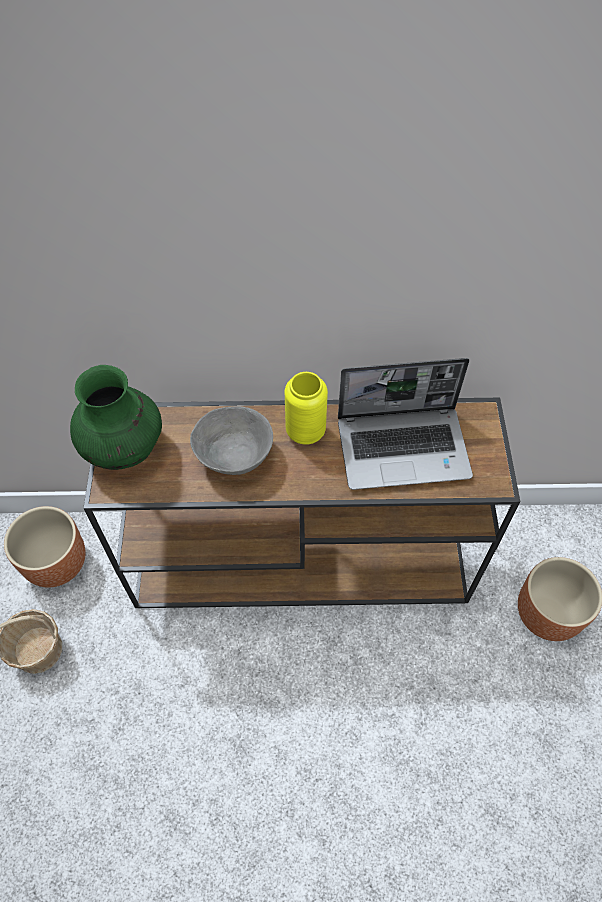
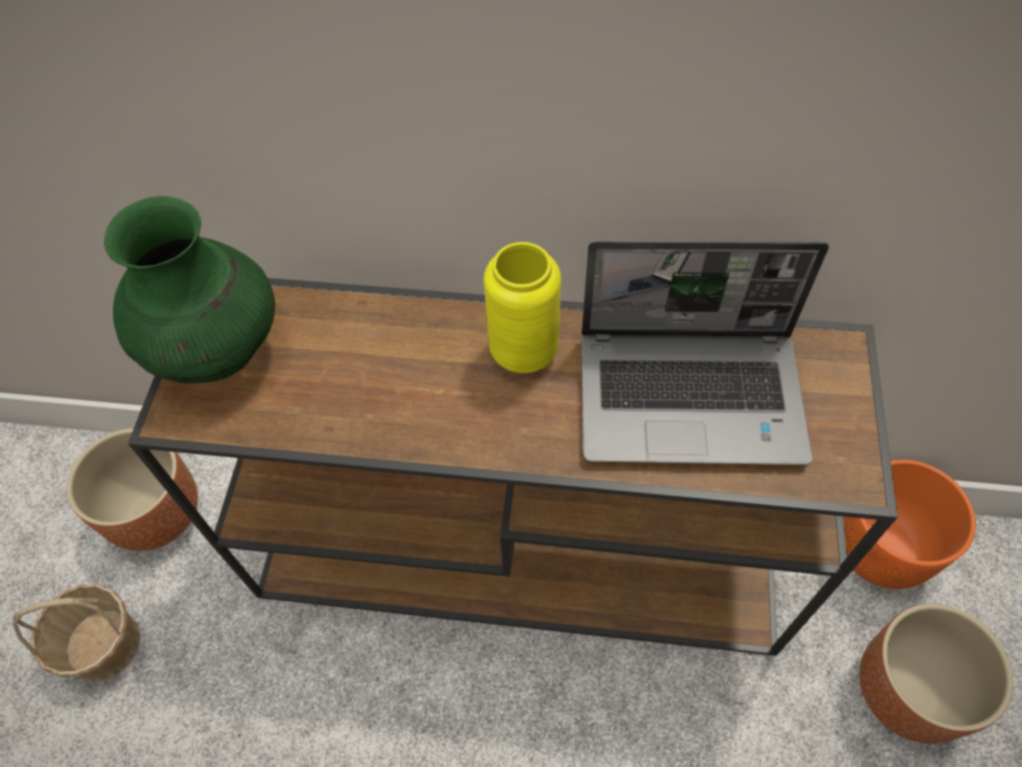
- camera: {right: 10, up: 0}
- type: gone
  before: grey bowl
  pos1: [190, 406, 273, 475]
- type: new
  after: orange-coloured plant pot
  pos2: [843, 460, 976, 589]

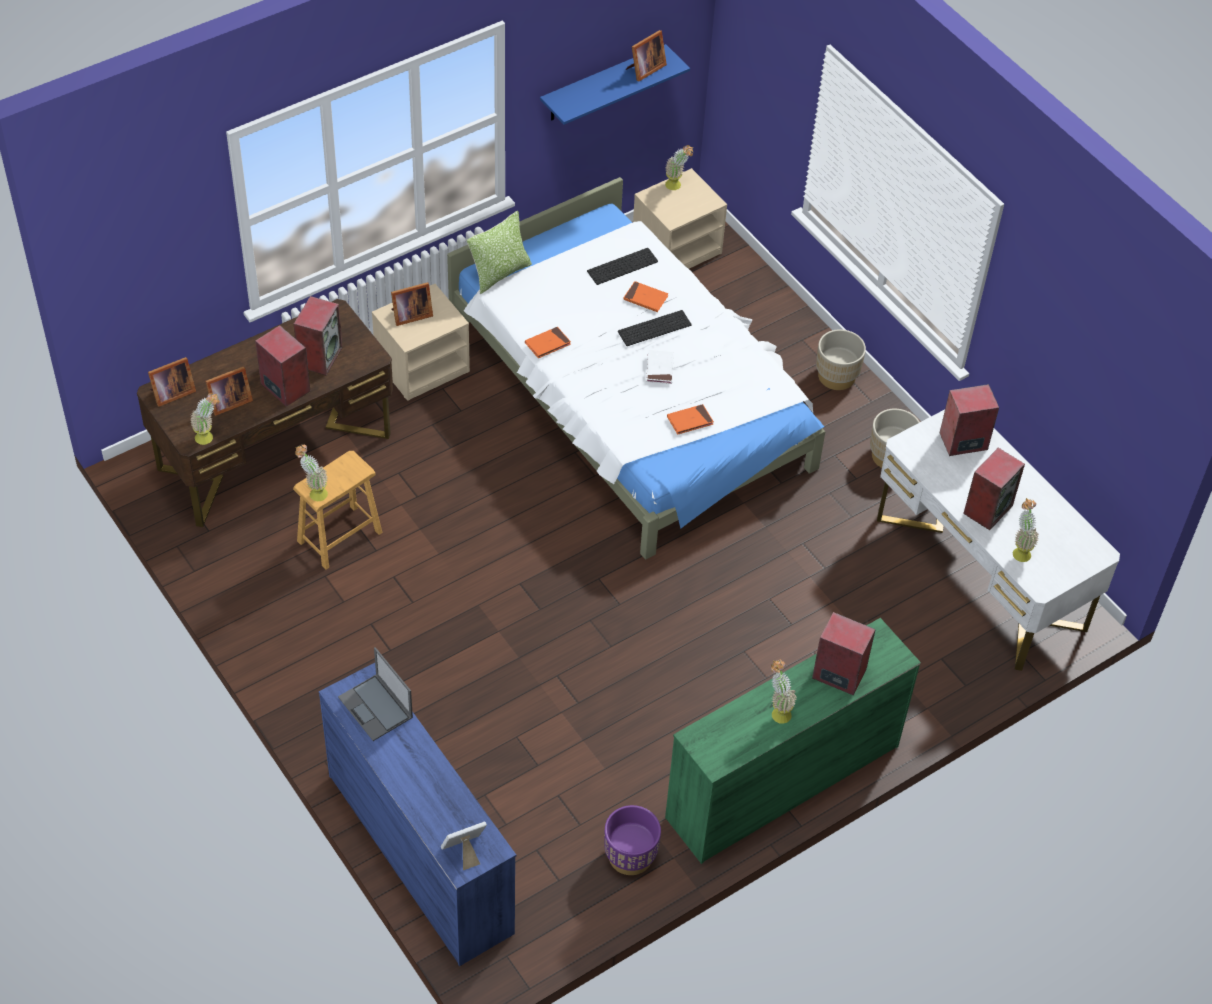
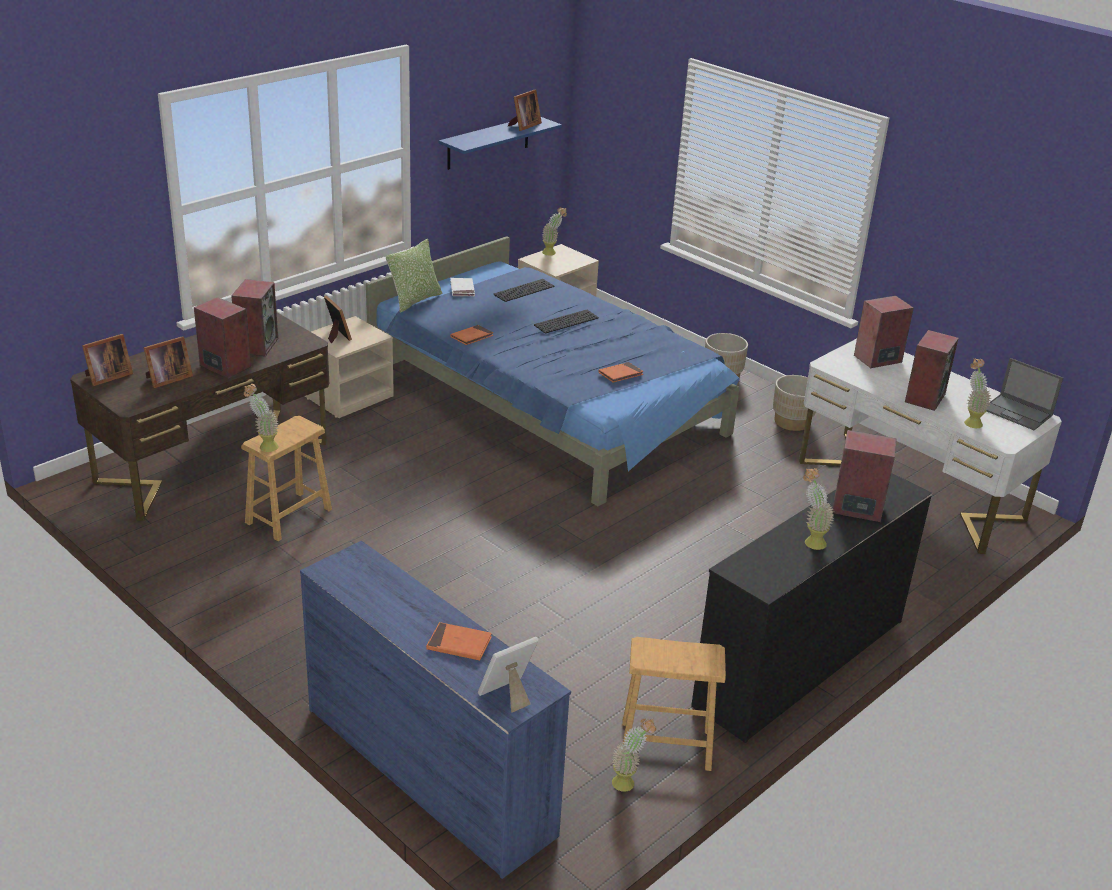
- camera: {right: -10, up: -20}
- type: shifted
  before: houseplant
  pos1: [190, 393, 220, 445]
  pos2: [612, 719, 656, 792]
- type: shifted
  before: laptop
  pos1: [338, 647, 413, 741]
  pos2: [987, 358, 1063, 430]
- type: rotated
  before: photo frame
  pos1: [391, 282, 433, 326]
  pos2: [324, 296, 352, 343]
  turn: -90
- type: repainted
  before: white sleeping bed
  after: bluish sleeping bed
  pos1: [447, 177, 826, 559]
  pos2: [366, 236, 740, 506]
- type: swapped
  before: purple plant pot
  after: brownish sitting stool
  pos1: [604, 805, 661, 875]
  pos2: [622, 637, 726, 771]
- type: shifted
  before: orange-coloured bound book
  pos1: [623, 281, 668, 312]
  pos2: [426, 622, 492, 660]
- type: shifted
  before: white bound book
  pos1: [646, 350, 674, 384]
  pos2: [450, 278, 475, 296]
- type: repainted
  before: green-coloured dresser
  after: blackish dresser
  pos1: [665, 618, 921, 864]
  pos2: [691, 473, 932, 743]

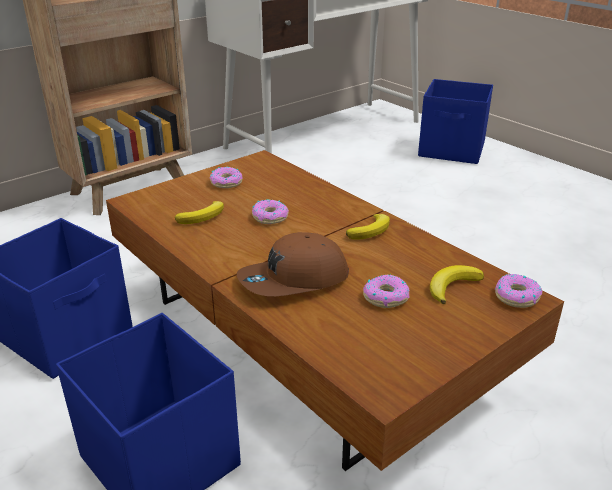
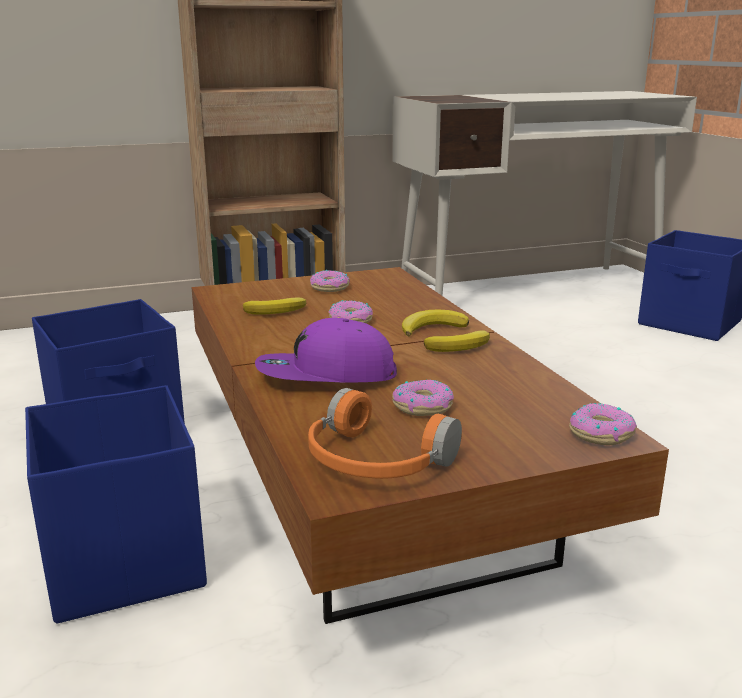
- camera: {right: 20, up: -10}
- type: repainted
  before: brownish peaked cap
  after: purple peaked cap
  pos1: [237, 232, 349, 296]
  pos2: [255, 318, 397, 383]
- type: shifted
  before: banana
  pos1: [430, 265, 484, 304]
  pos2: [402, 310, 469, 337]
- type: new
  after: orange-coloured pair of headphones
  pos2: [308, 388, 462, 479]

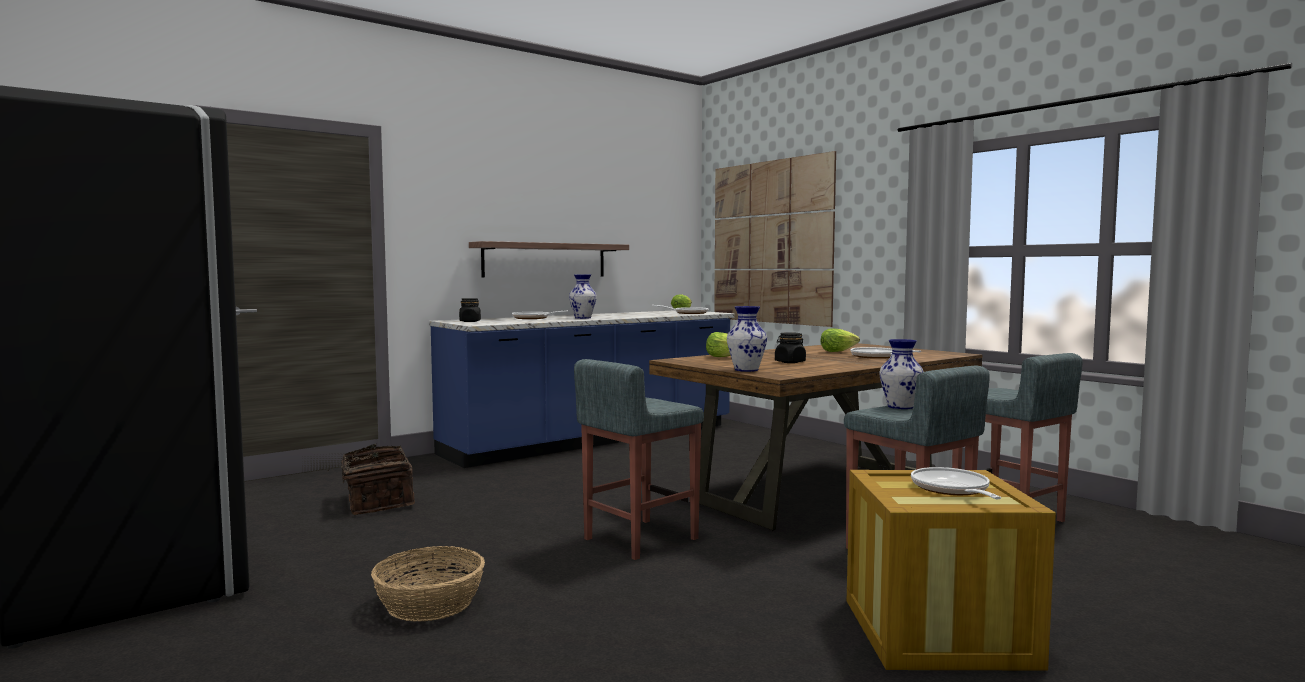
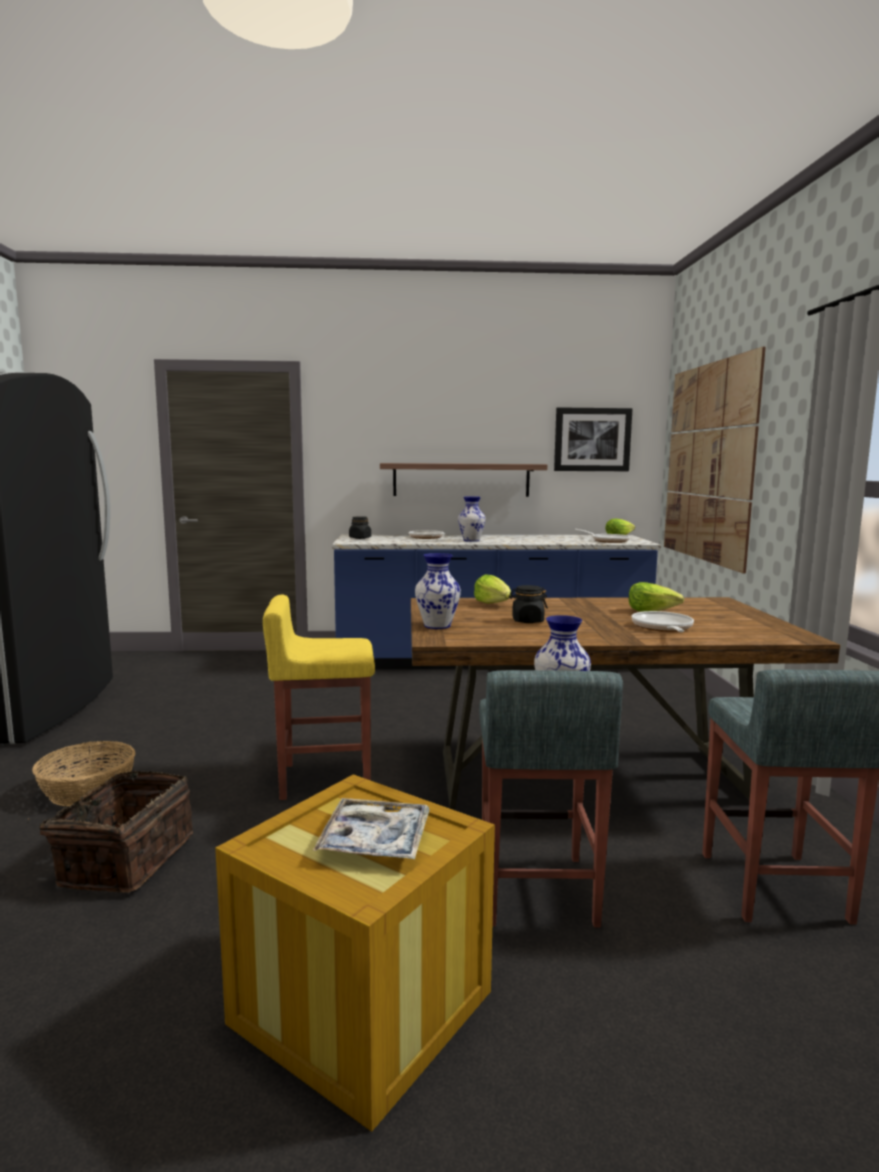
- camera: {right: 35, up: 5}
- type: shifted
  before: basket
  pos1: [327, 444, 415, 515]
  pos2: [27, 771, 193, 893]
- type: repainted
  before: grey sitting stool
  after: yellowish sitting stool
  pos1: [574, 359, 704, 560]
  pos2: [263, 595, 375, 800]
- type: swapped
  before: frying pan
  after: tray
  pos1: [911, 467, 1001, 499]
  pos2: [313, 798, 430, 859]
- type: new
  after: wall art
  pos2: [554, 407, 632, 471]

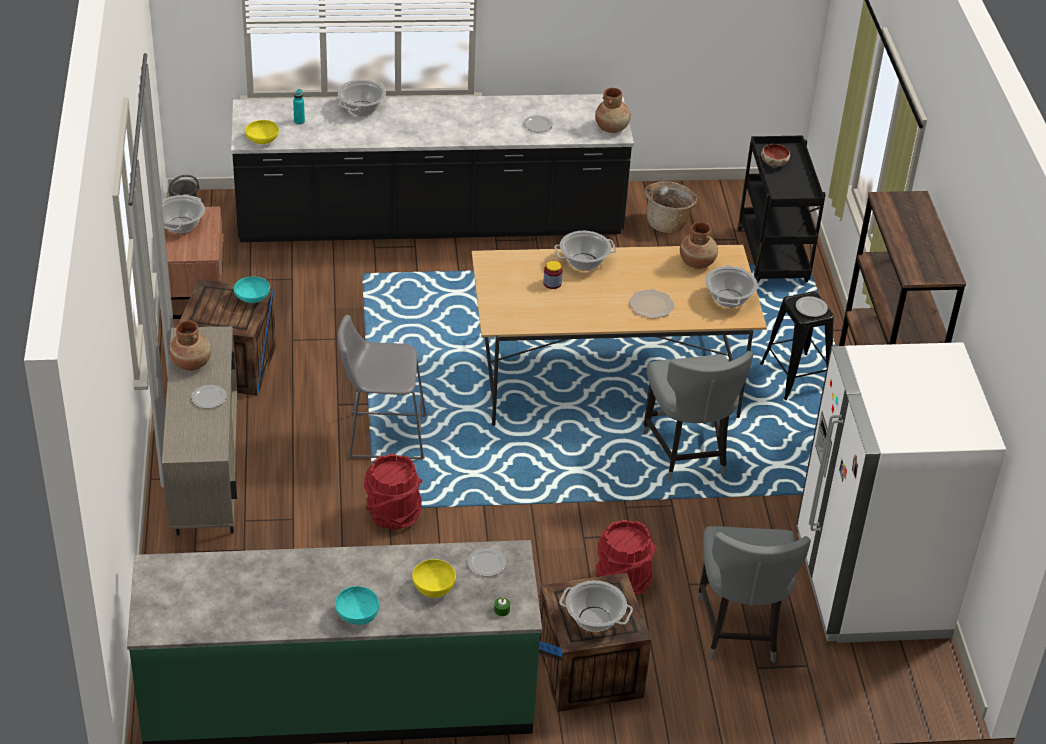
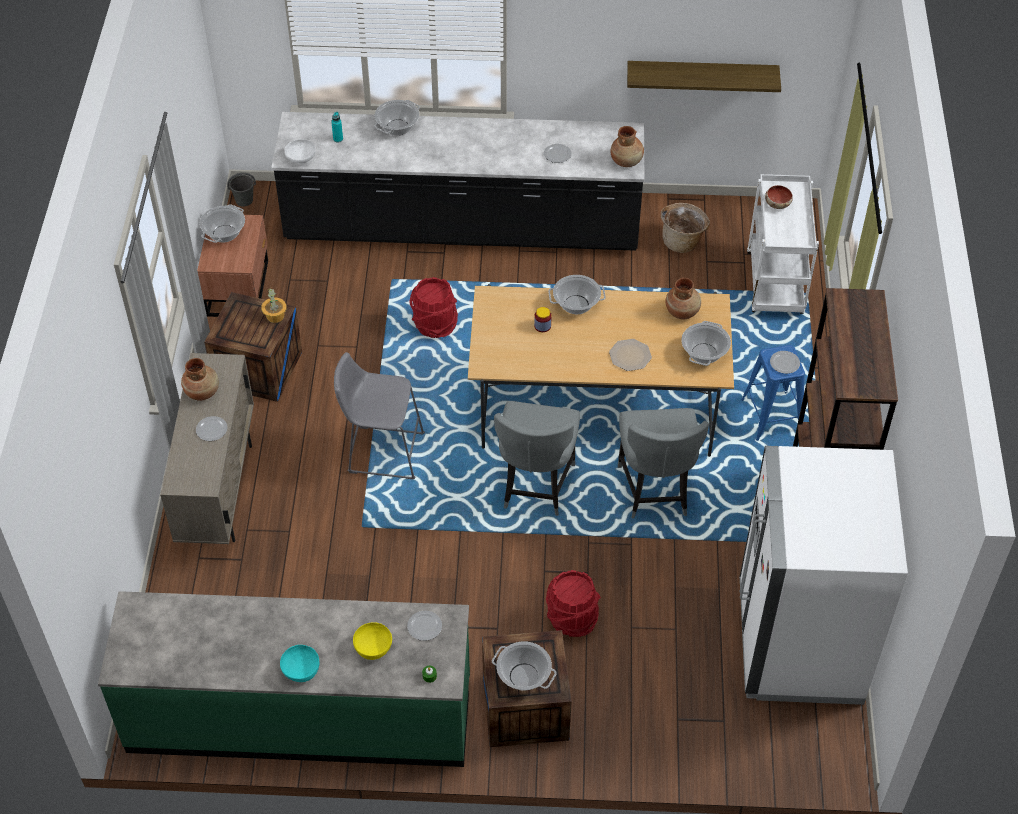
- camera: {right: 10, up: 10}
- type: swapped
  before: turquoise-coloured bowl
  after: houseplant
  pos1: [234, 276, 270, 303]
  pos2: [261, 288, 287, 323]
- type: repainted
  before: yellowish bowl
  after: white bowl
  pos1: [245, 120, 279, 144]
  pos2: [285, 139, 316, 164]
- type: shifted
  before: red-coloured pail
  pos1: [364, 454, 423, 530]
  pos2: [410, 277, 458, 338]
- type: shifted
  before: grey chair
  pos1: [697, 526, 811, 662]
  pos2: [494, 401, 580, 516]
- type: repainted
  before: blackish wheeled cart
  after: white wheeled cart
  pos1: [737, 136, 826, 283]
  pos2: [747, 174, 819, 314]
- type: repainted
  before: blackish sitting stool
  after: bluish sitting stool
  pos1: [760, 291, 834, 400]
  pos2: [741, 345, 805, 441]
- type: new
  after: shelf
  pos2: [627, 61, 781, 92]

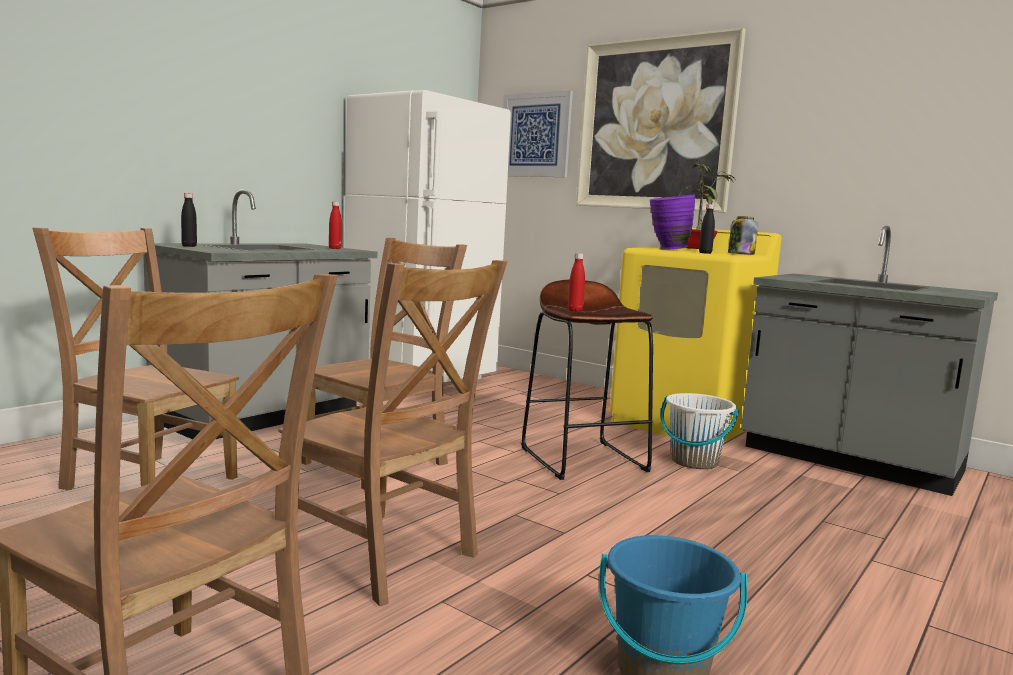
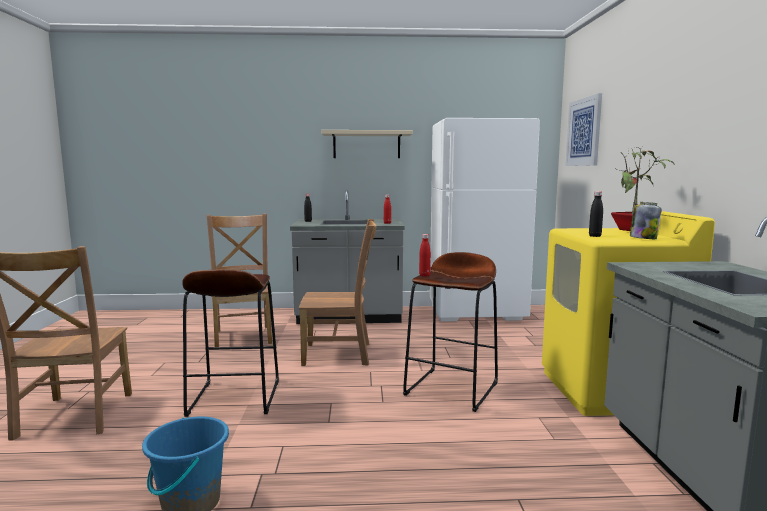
- camera: {right: 50, up: 0}
- type: swapped
  before: brownish chair
  after: brownish sitting stool
  pos1: [279, 260, 508, 606]
  pos2: [182, 269, 279, 417]
- type: gone
  before: wall art
  pos1: [576, 28, 746, 212]
- type: gone
  before: purple decorative vase
  pos1: [650, 194, 695, 250]
- type: gone
  before: white pail
  pos1: [660, 393, 739, 469]
- type: new
  after: beige-coloured shelf
  pos2: [321, 130, 413, 158]

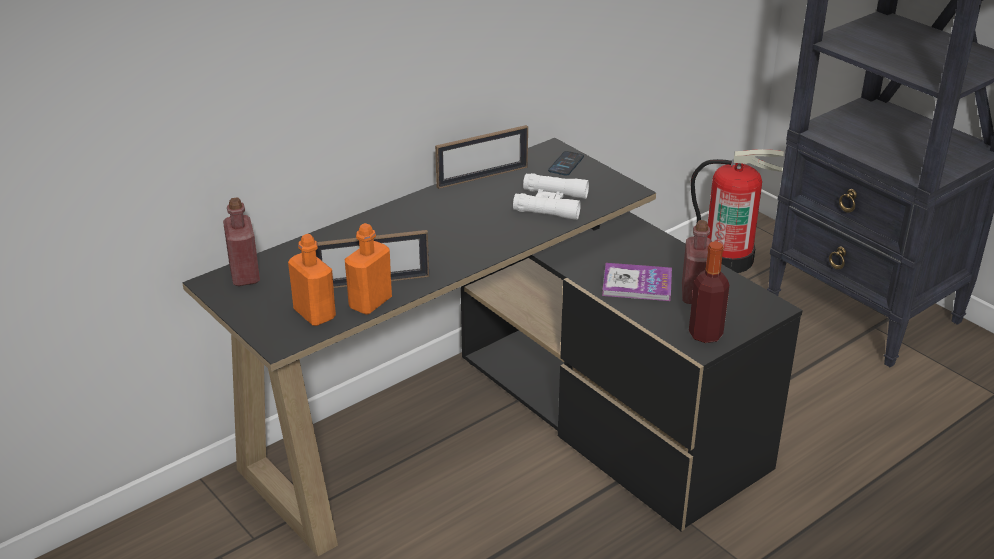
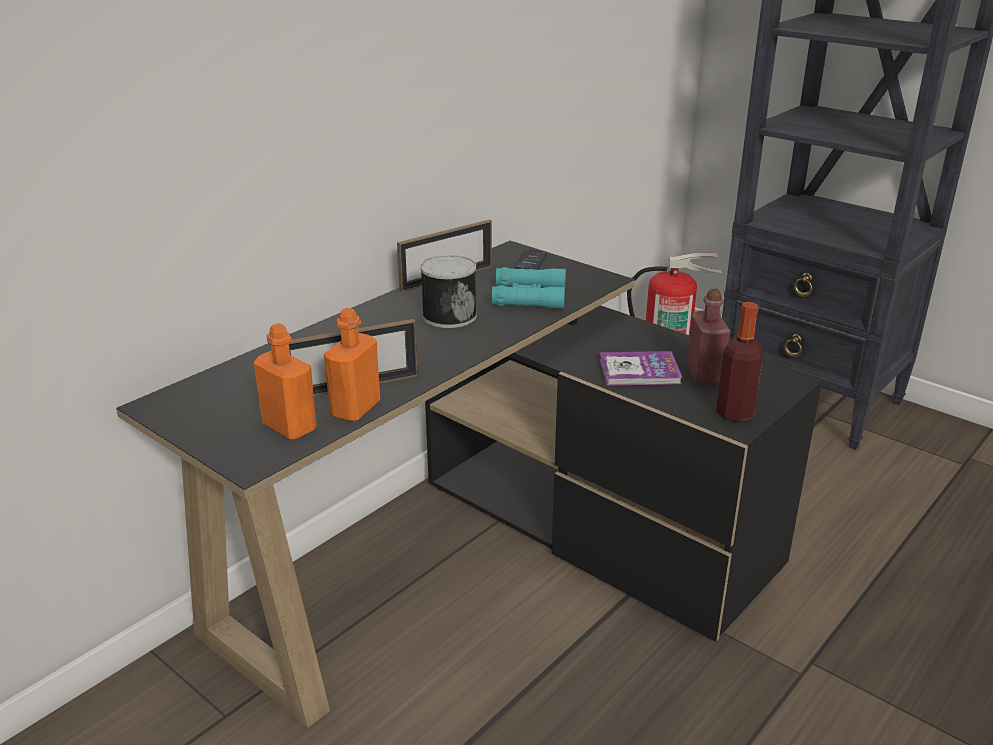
- camera: {right: -10, up: -5}
- type: gone
  before: red-coloured beverage bottle
  pos1: [223, 197, 260, 286]
- type: repainted
  before: white field glasses
  after: turquoise-coloured field glasses
  pos1: [513, 173, 589, 220]
  pos2: [492, 267, 566, 309]
- type: new
  after: sealed can
  pos2: [420, 255, 477, 328]

